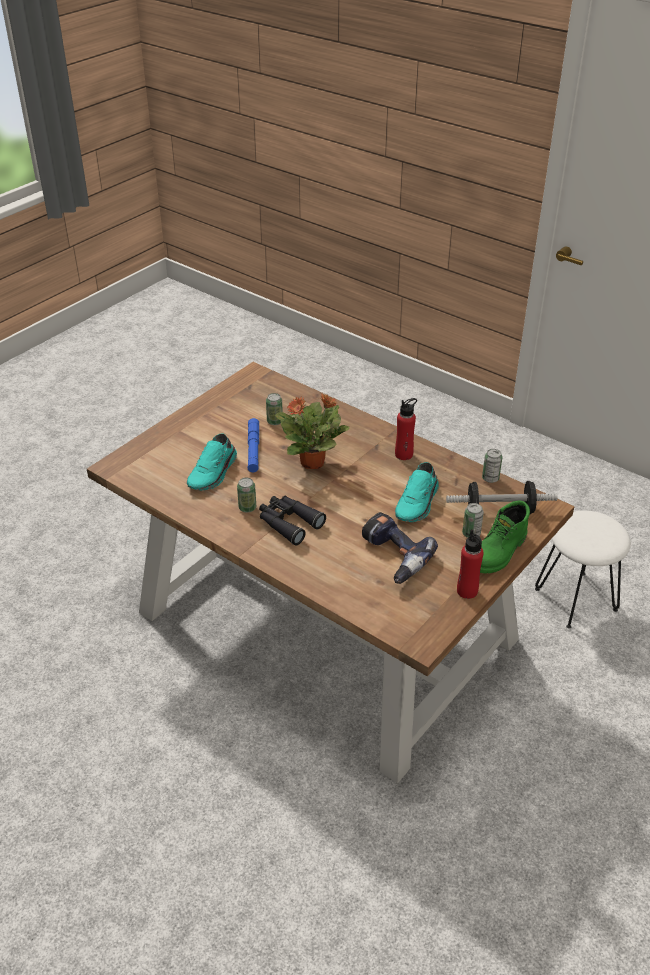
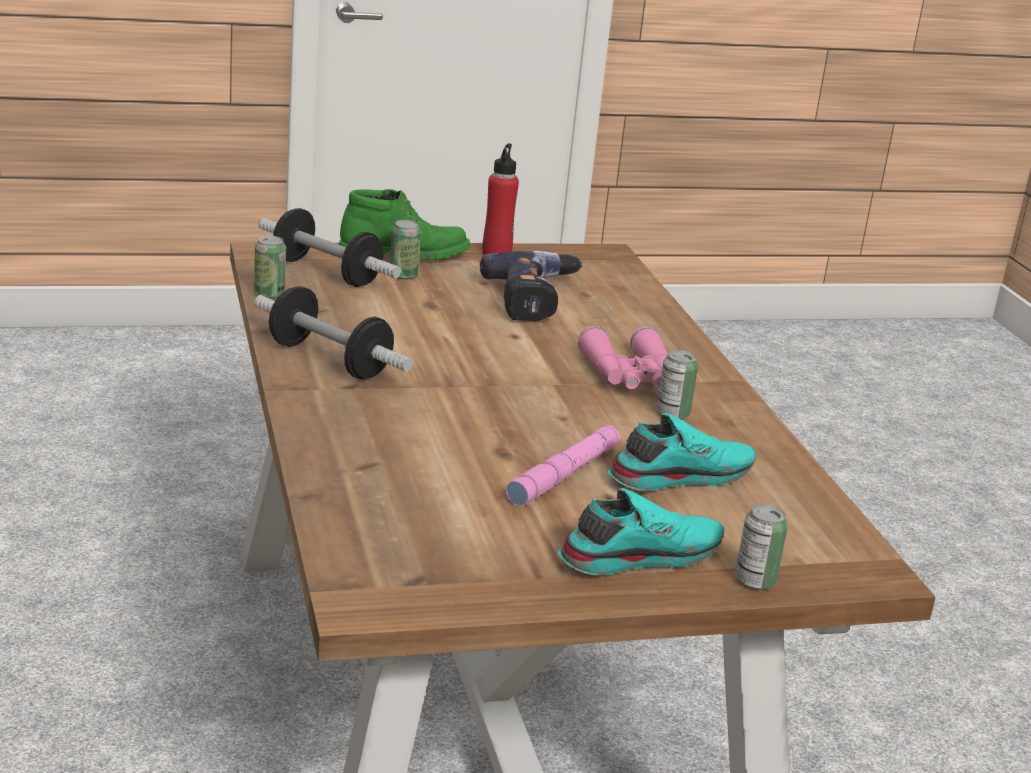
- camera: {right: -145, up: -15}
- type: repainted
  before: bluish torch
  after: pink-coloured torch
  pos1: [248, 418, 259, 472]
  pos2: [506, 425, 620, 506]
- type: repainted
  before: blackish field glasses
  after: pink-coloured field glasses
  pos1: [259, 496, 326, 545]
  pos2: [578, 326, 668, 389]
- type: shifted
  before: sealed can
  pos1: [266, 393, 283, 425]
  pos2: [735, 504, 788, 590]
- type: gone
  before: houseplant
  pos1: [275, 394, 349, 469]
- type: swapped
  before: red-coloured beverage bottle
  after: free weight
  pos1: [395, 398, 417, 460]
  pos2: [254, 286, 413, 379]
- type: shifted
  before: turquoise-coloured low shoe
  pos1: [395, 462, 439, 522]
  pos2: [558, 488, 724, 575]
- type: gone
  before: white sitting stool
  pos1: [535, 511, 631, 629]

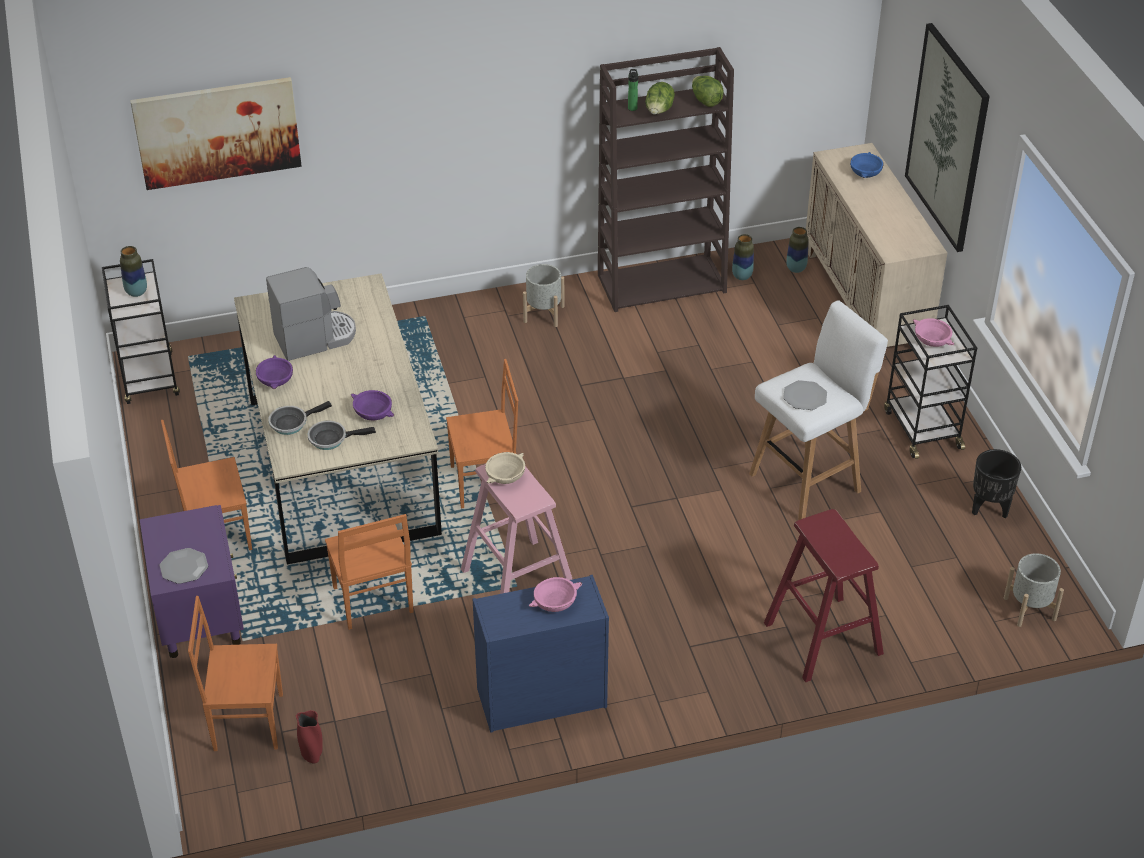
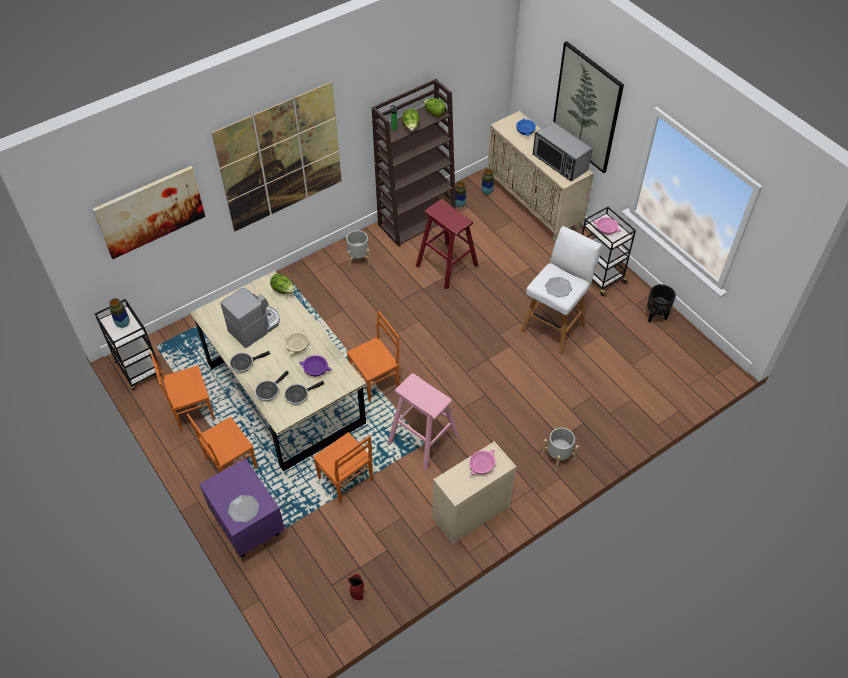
- camera: {right: -20, up: 10}
- type: shifted
  before: orange-coloured chair
  pos1: [188, 596, 283, 751]
  pos2: [150, 352, 215, 431]
- type: swapped
  before: purple bowl
  after: frying pan
  pos1: [256, 355, 293, 389]
  pos2: [229, 351, 270, 373]
- type: repainted
  before: bluish dresser
  after: beige-coloured dresser
  pos1: [473, 575, 609, 733]
  pos2: [433, 441, 517, 545]
- type: shifted
  before: beige-coloured bowl
  pos1: [485, 452, 525, 484]
  pos2: [285, 330, 309, 355]
- type: shifted
  before: red-coloured sitting stool
  pos1: [764, 509, 884, 682]
  pos2: [416, 199, 478, 290]
- type: shifted
  before: grey plant pot
  pos1: [1004, 553, 1064, 627]
  pos2: [542, 428, 579, 471]
- type: new
  after: wall art
  pos2: [212, 81, 342, 232]
- type: new
  after: lettuce head
  pos2: [270, 273, 295, 294]
- type: new
  after: microwave
  pos2: [533, 122, 592, 181]

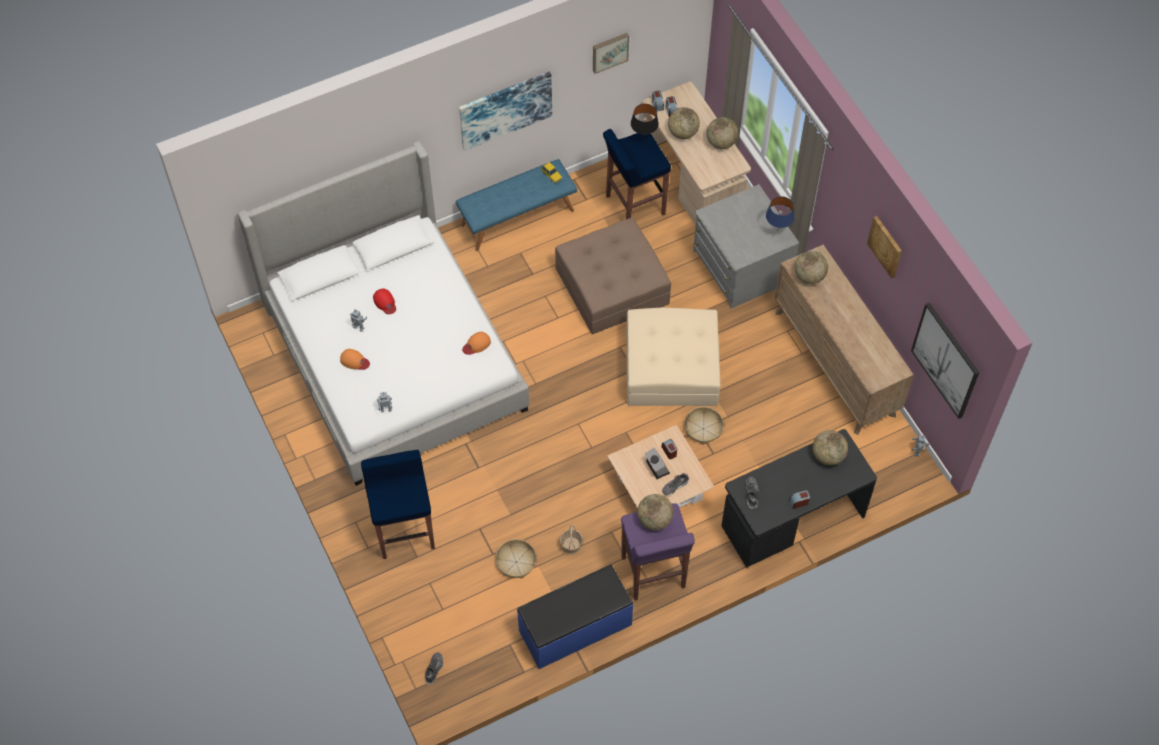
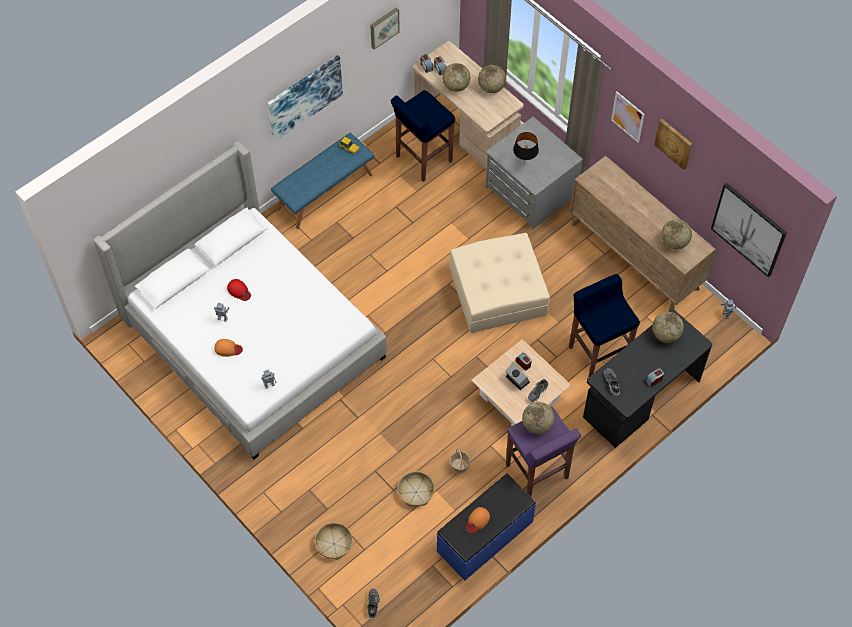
- camera: {right: -15, up: 0}
- type: shifted
  before: bluish sitting stool
  pos1: [361, 450, 435, 559]
  pos2: [569, 274, 640, 377]
- type: shifted
  before: orange-coloured peaked cap
  pos1: [462, 332, 491, 355]
  pos2: [466, 507, 490, 533]
- type: gone
  before: brownish ottoman
  pos1: [555, 218, 671, 334]
- type: shifted
  before: blackish lamp for a table
  pos1: [631, 104, 659, 135]
  pos2: [513, 132, 539, 160]
- type: shifted
  before: basket
  pos1: [684, 407, 724, 445]
  pos2: [315, 523, 352, 560]
- type: gone
  before: bluish lamp for a table
  pos1: [766, 196, 795, 228]
- type: shifted
  before: world globe
  pos1: [795, 251, 828, 284]
  pos2: [661, 219, 692, 249]
- type: new
  after: wall art
  pos2: [611, 91, 645, 143]

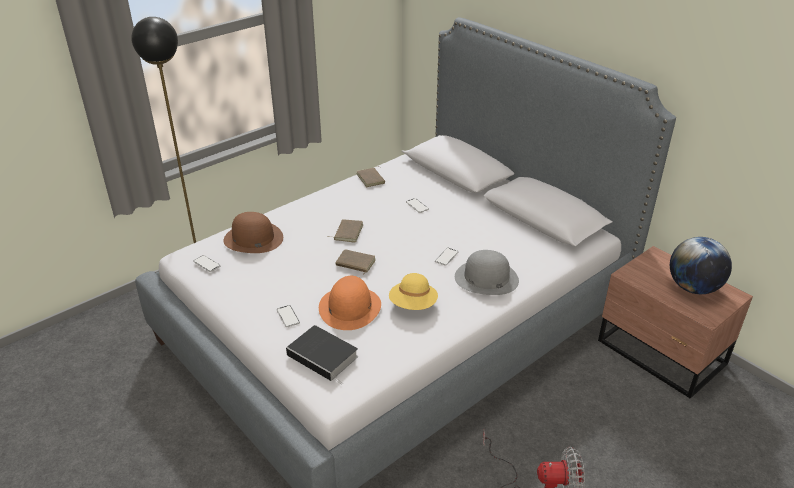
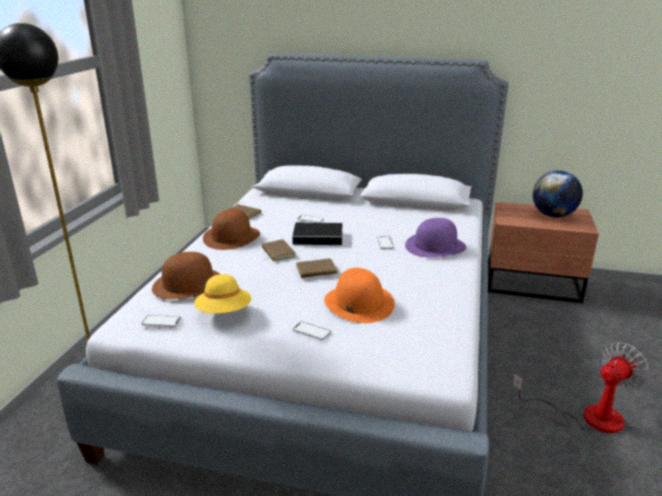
- camera: {right: -35, up: -10}
- type: shifted
  before: bound book
  pos1: [286, 325, 358, 385]
  pos2: [292, 222, 352, 245]
- type: shifted
  before: yellowish wearable hat
  pos1: [389, 273, 438, 310]
  pos2: [194, 274, 251, 313]
- type: repainted
  before: grey wearable hat
  after: purple wearable hat
  pos1: [455, 250, 519, 295]
  pos2: [405, 218, 466, 258]
- type: new
  after: brownish wearable hat
  pos2: [203, 209, 260, 250]

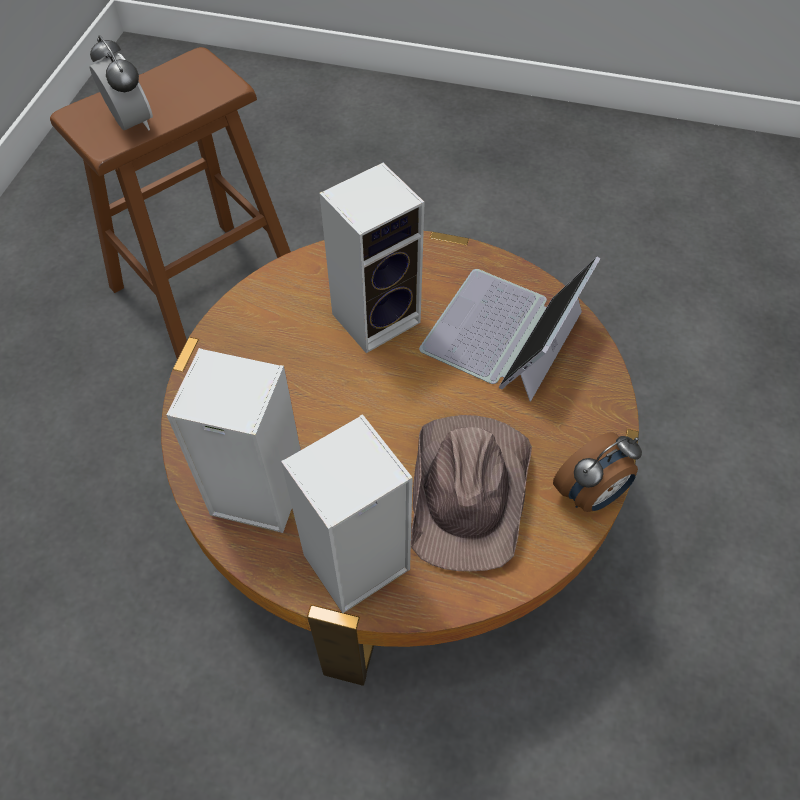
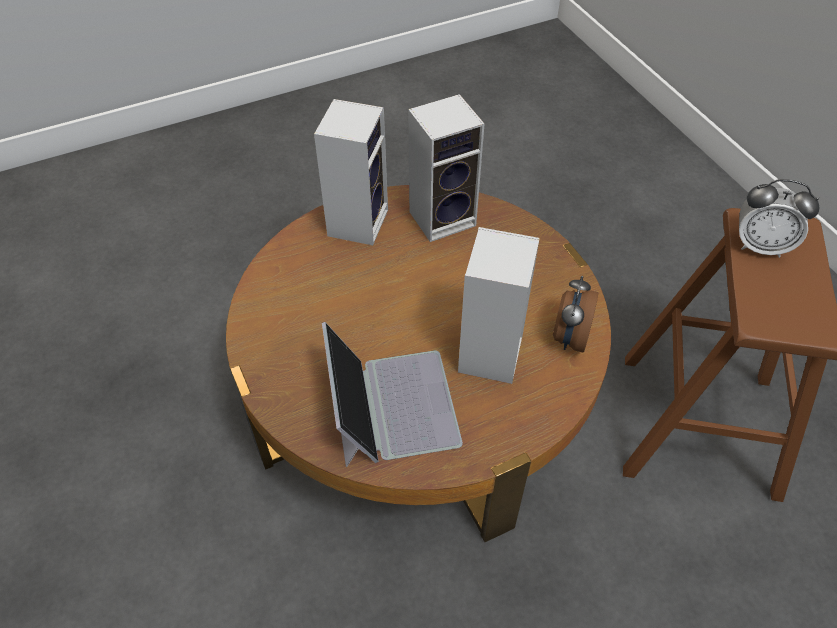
- camera: {right: 140, up: -5}
- type: gone
  before: brownish wearable hat
  pos1: [411, 415, 532, 571]
- type: shifted
  before: table clock
  pos1: [553, 432, 642, 512]
  pos2: [553, 276, 598, 353]

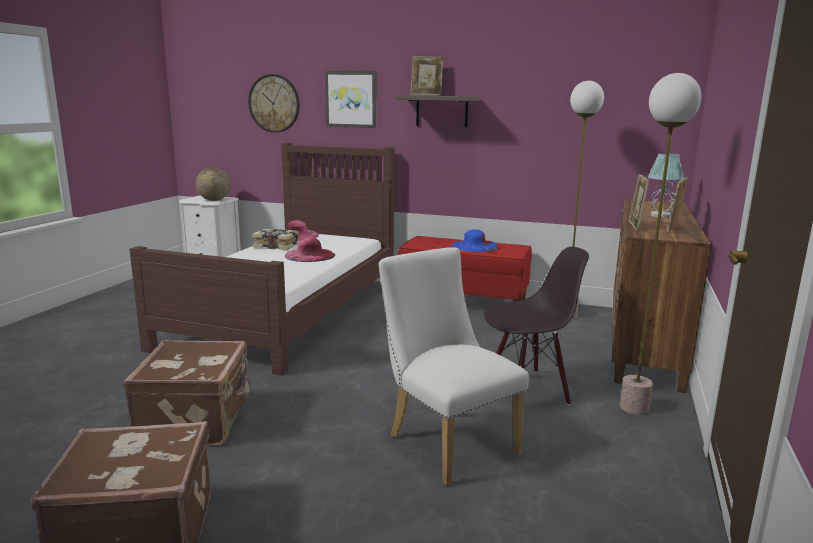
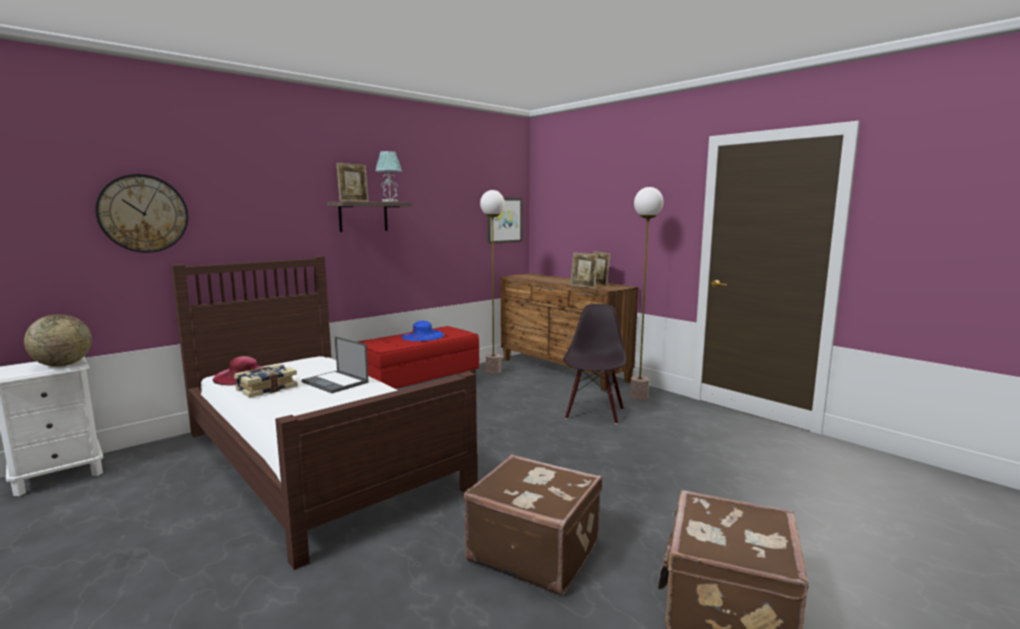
- camera: {right: -60, up: -5}
- type: swapped
  before: pink-coloured wearable hat
  after: laptop
  pos1: [285, 237, 335, 262]
  pos2: [301, 336, 369, 393]
- type: shifted
  before: wall art
  pos1: [325, 71, 376, 128]
  pos2: [487, 197, 522, 244]
- type: gone
  before: white chair
  pos1: [379, 247, 529, 486]
- type: shifted
  before: lamp for a table
  pos1: [648, 153, 684, 218]
  pos2: [375, 151, 402, 202]

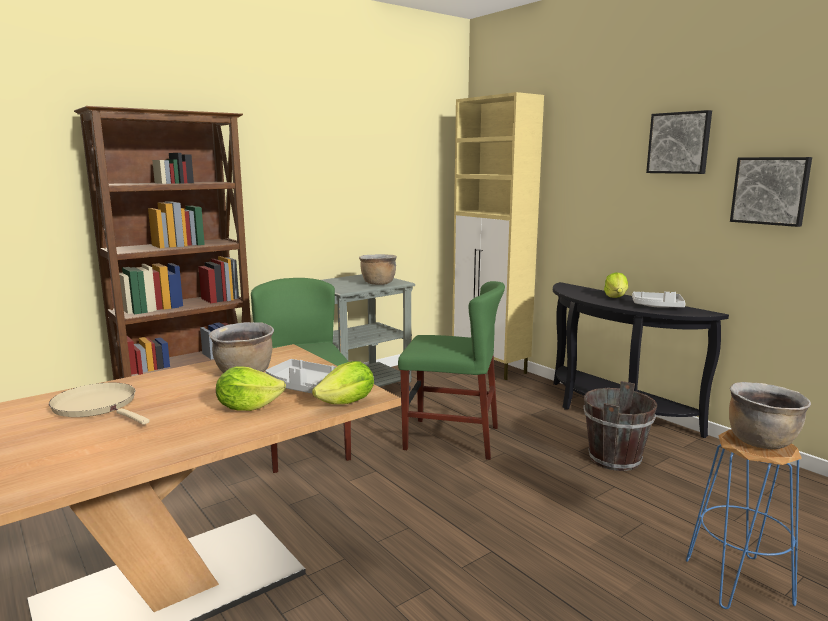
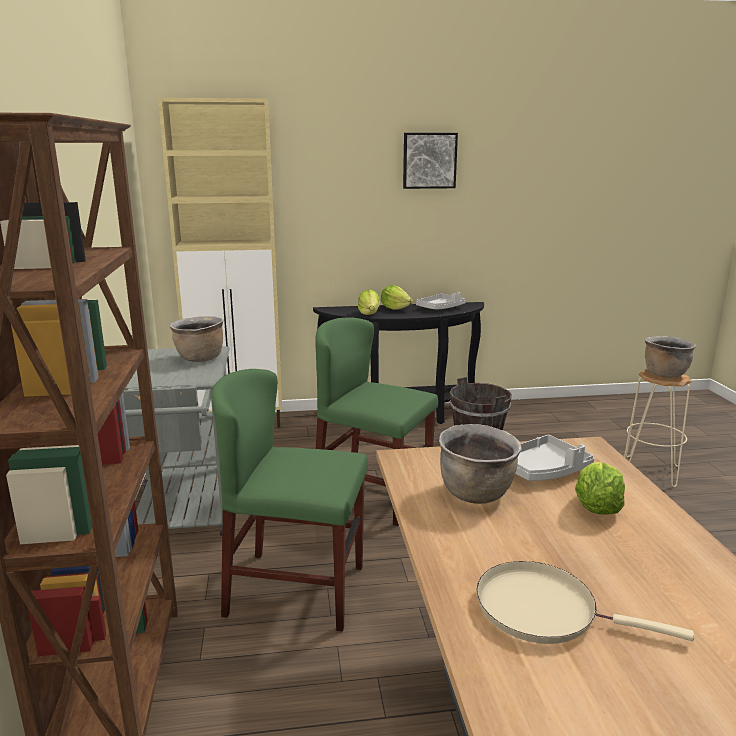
- camera: {right: -60, up: 5}
- type: rotated
  before: beige-coloured frying pan
  pos1: [49, 383, 150, 425]
  pos2: [476, 561, 694, 644]
  turn: 45
- type: shifted
  before: lettuce head
  pos1: [312, 361, 374, 404]
  pos2: [358, 290, 380, 315]
- type: rotated
  before: green-coloured chair
  pos1: [398, 281, 505, 460]
  pos2: [315, 318, 438, 526]
  turn: -105
- type: repainted
  before: bluish sitting stool
  after: beige-coloured sitting stool
  pos1: [686, 429, 802, 609]
  pos2: [624, 369, 692, 487]
- type: gone
  before: wall art
  pos1: [730, 157, 812, 227]

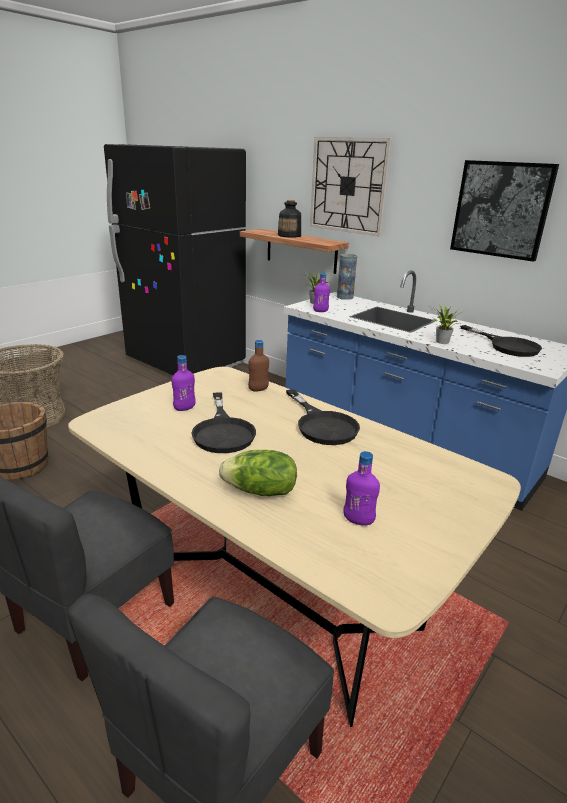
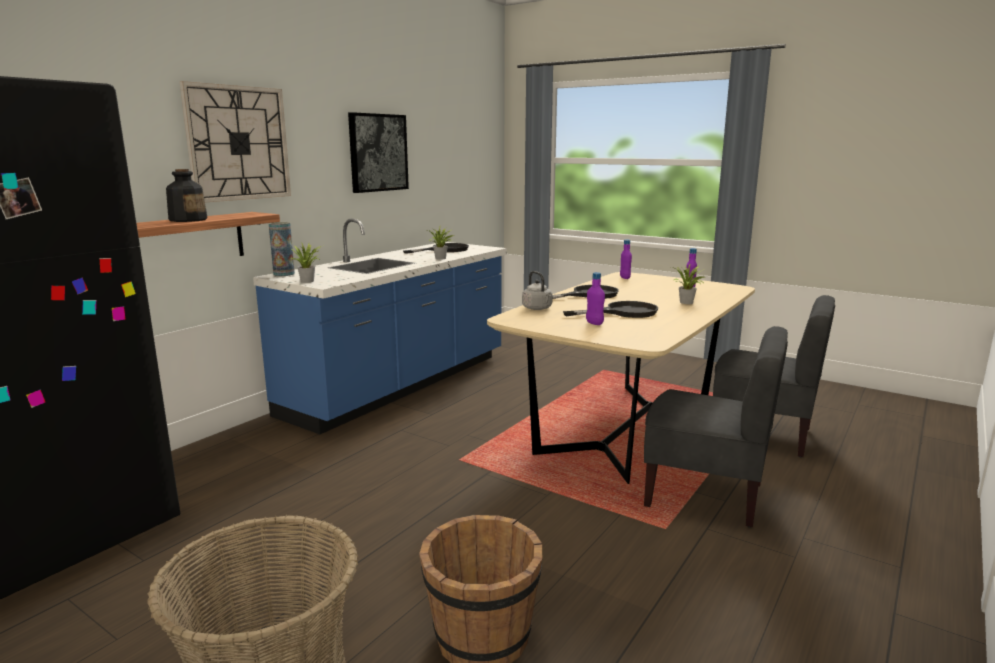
- camera: {right: -95, up: -10}
- type: swapped
  before: lettuce head
  after: houseplant
  pos1: [219, 450, 297, 496]
  pos2: [671, 263, 705, 304]
- type: swapped
  before: brownish beverage bottle
  after: grey tea kettle
  pos1: [248, 340, 269, 392]
  pos2: [522, 271, 553, 310]
- type: shifted
  before: purple beverage bottle
  pos1: [313, 273, 330, 312]
  pos2: [620, 239, 632, 279]

